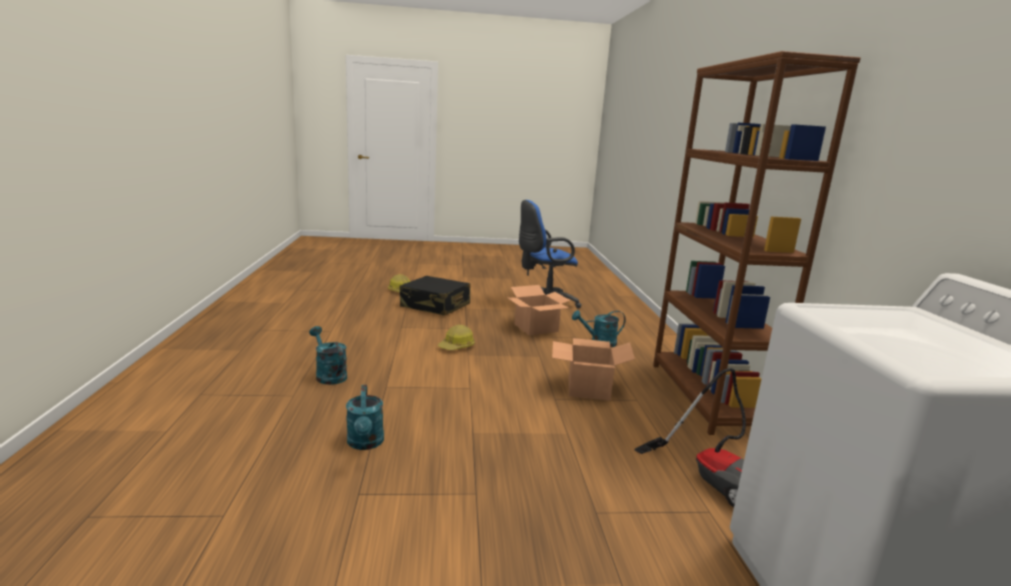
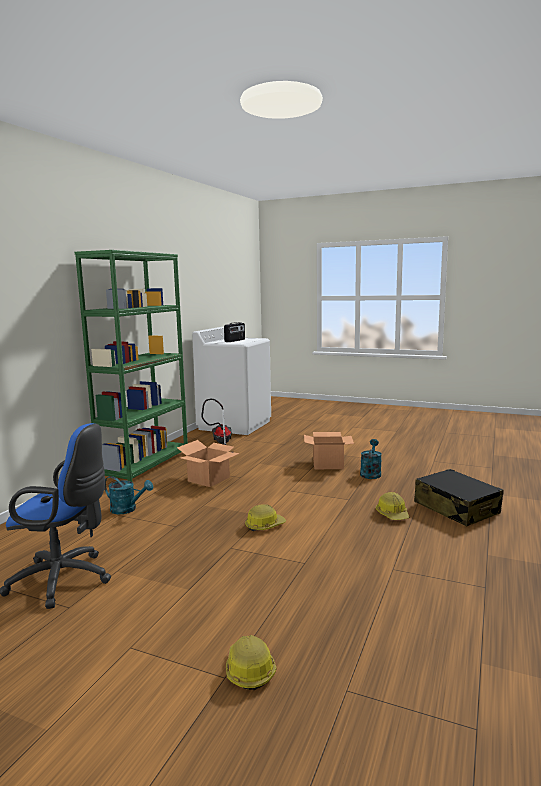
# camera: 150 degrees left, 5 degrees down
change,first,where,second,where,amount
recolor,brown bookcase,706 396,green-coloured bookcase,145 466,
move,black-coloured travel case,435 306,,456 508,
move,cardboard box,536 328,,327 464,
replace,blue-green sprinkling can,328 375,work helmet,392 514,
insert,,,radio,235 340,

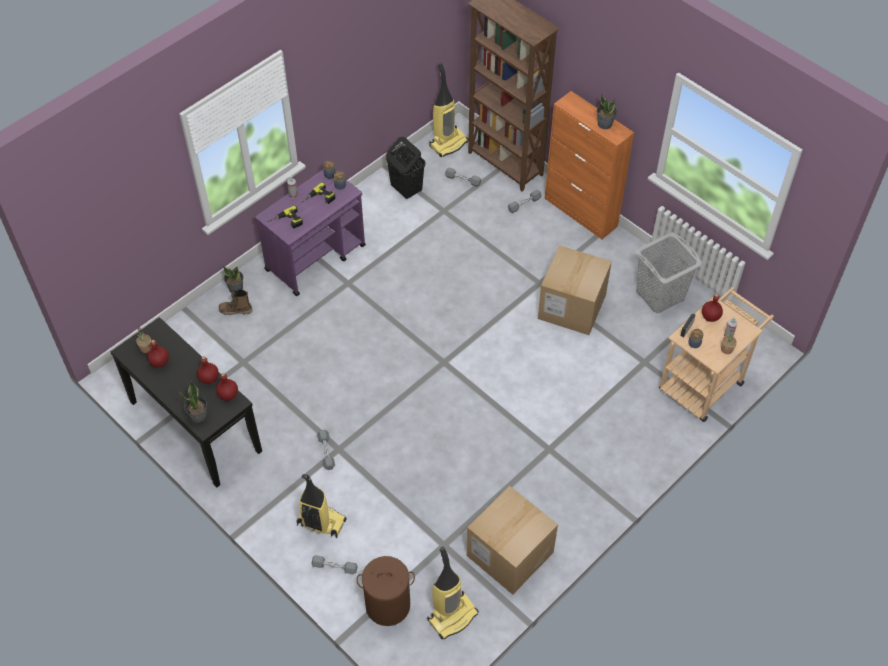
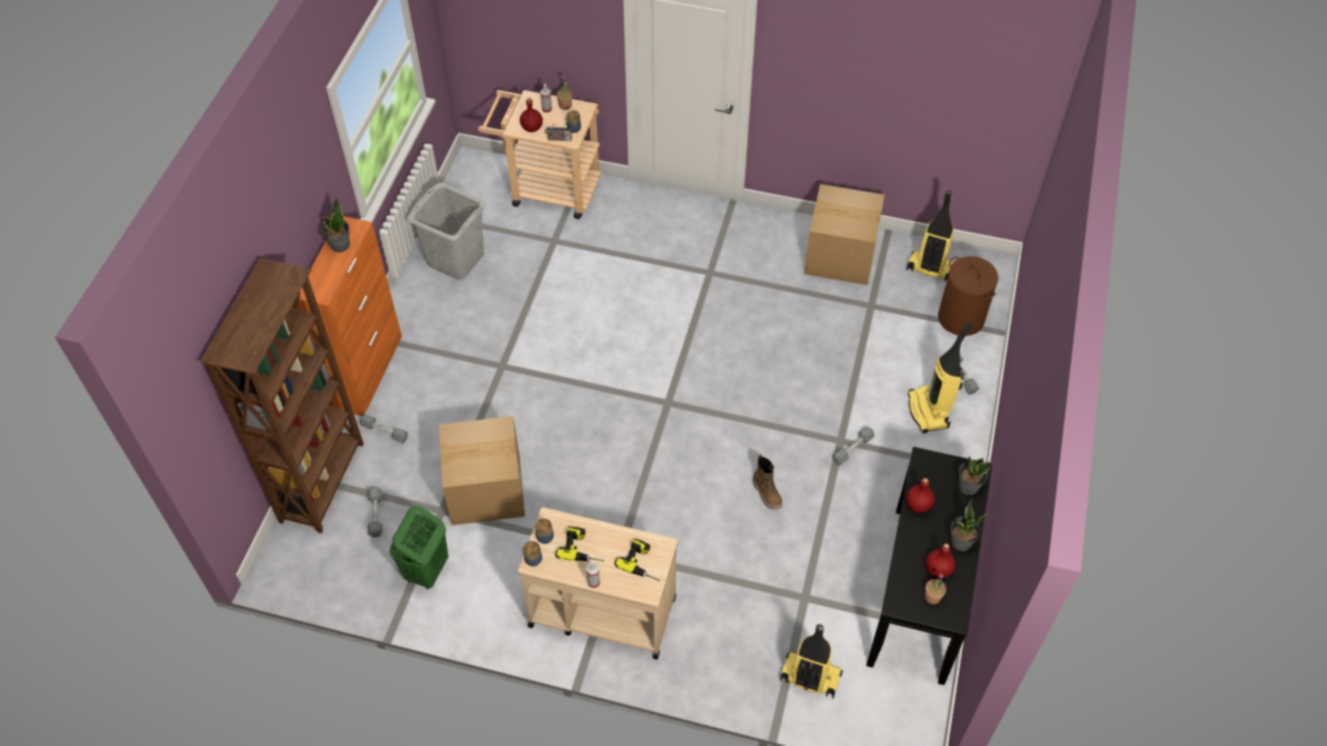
# camera: 120 degrees left, 0 degrees up
change,first,where,second,where,amount
move,vacuum cleaner,448 143,,809 677,
recolor,black-coloured laundry basket,406 189,green-coloured laundry basket,426 571,
recolor,purplish cart,316 257,sand-coloured cart,601 611,
move,cardboard box,571 306,,486 489,
move,potted plant,235 288,,960 542,
move,boot,236 311,,767 493,
delete,red beverage bottle,228 395,,,

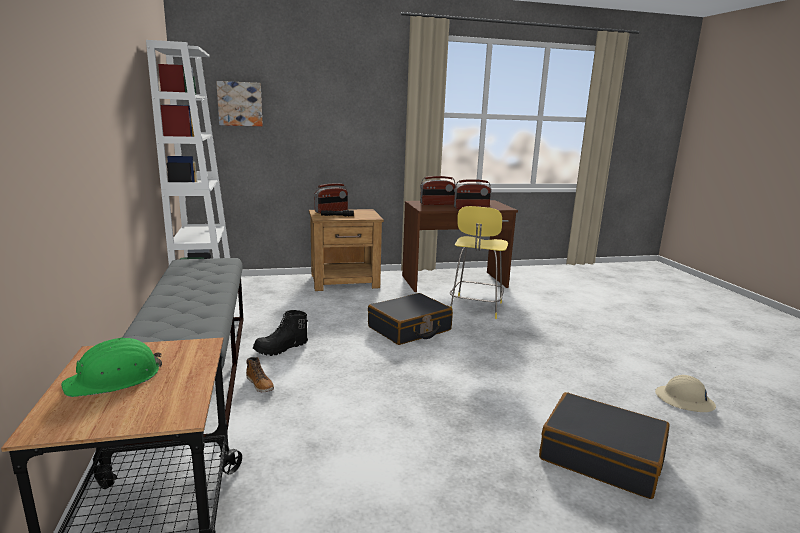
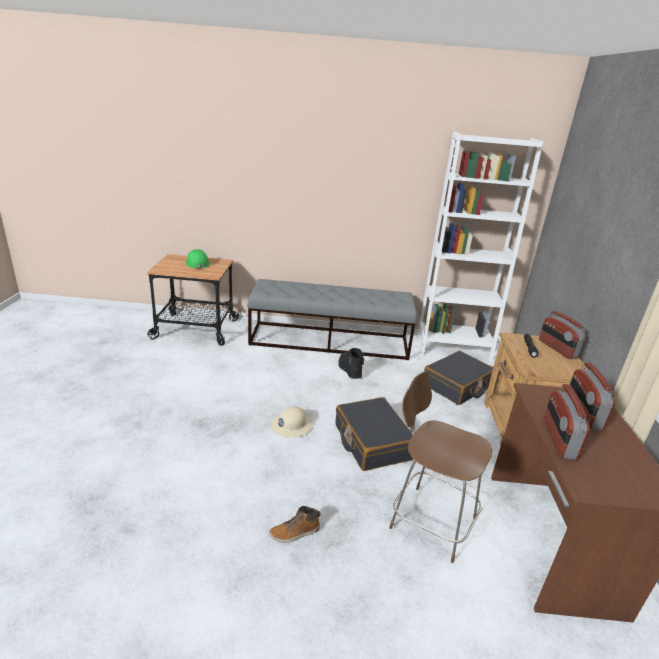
# camera: 105 degrees right, 10 degrees up
change,first,where,second,where,amount
delete,wall art,240 104,,,
recolor,yellow-coloured stool,475 308,brown stool,429 521,
move,boot,260 384,,294 533,
move,sand-coloured work helmet,684 400,,291 425,
move,black-coloured travel case,601 456,,457 386,

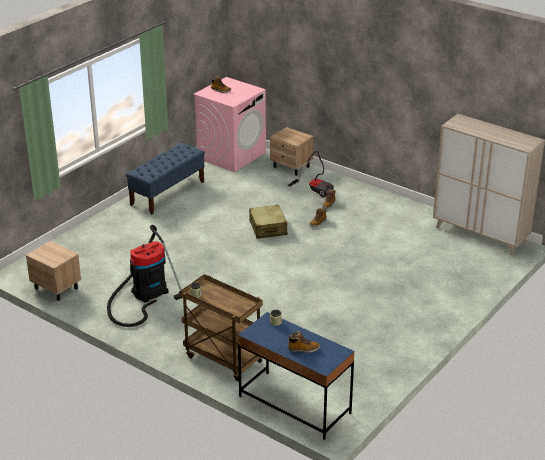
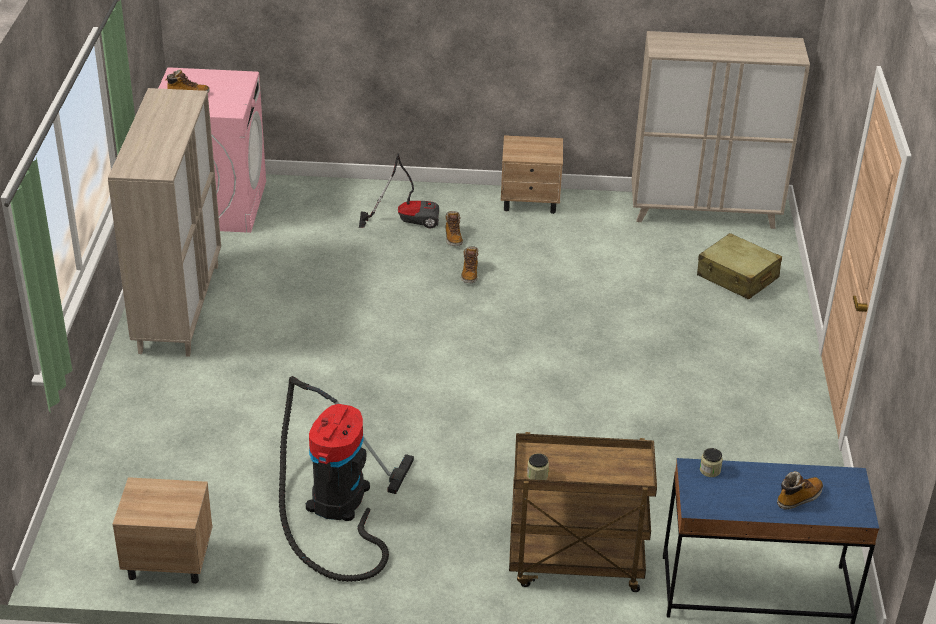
# camera: 35 degrees left, 5 degrees up
change,first,where,second,where,amount
move,sand-coloured bedside table,291 167,,531 201,
replace,bluish indoor bench,167 193,sand-coloured storage cabinet,179 307,
move,sand-coloured travel case,268 228,,737 277,

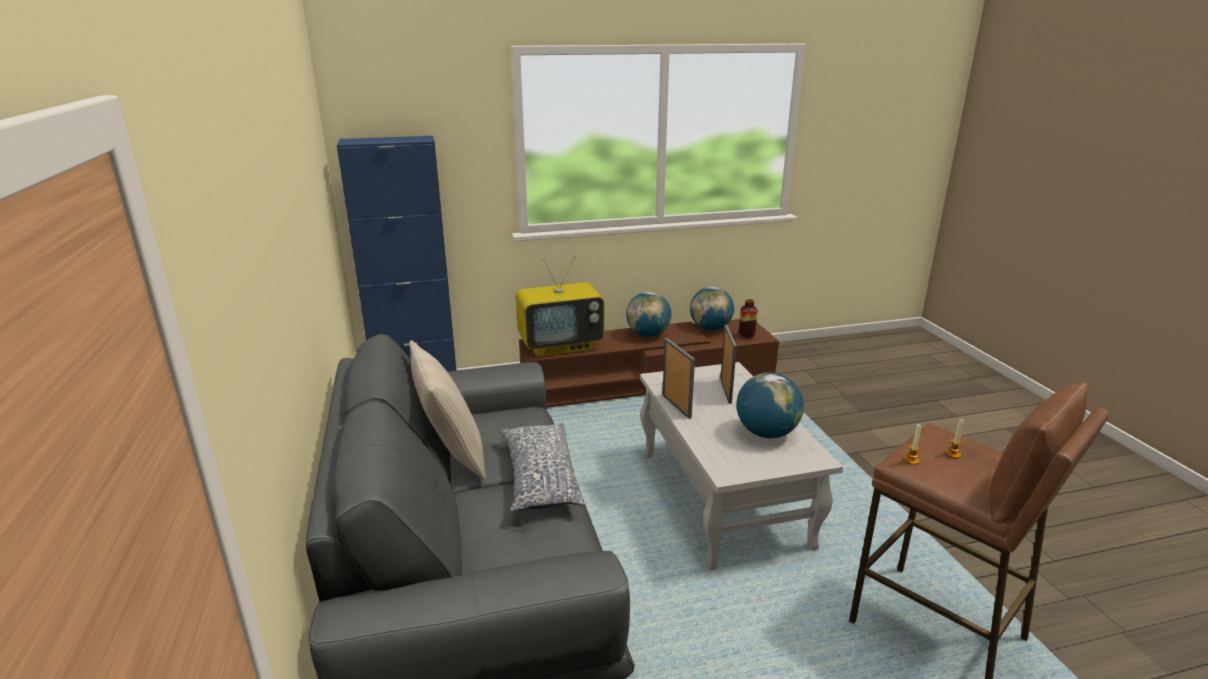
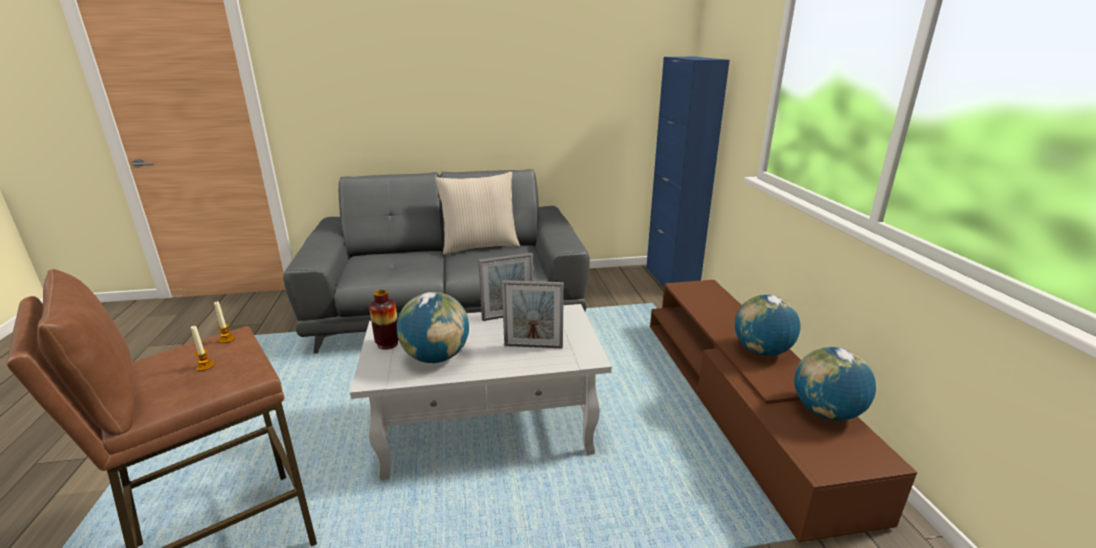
# camera: 95 degrees right, 0 degrees up
change,first,where,second,where,amount
delete,TV set,561 345,,,
move,decorative vase,746 336,,388 344,
delete,cushion,540 478,,,

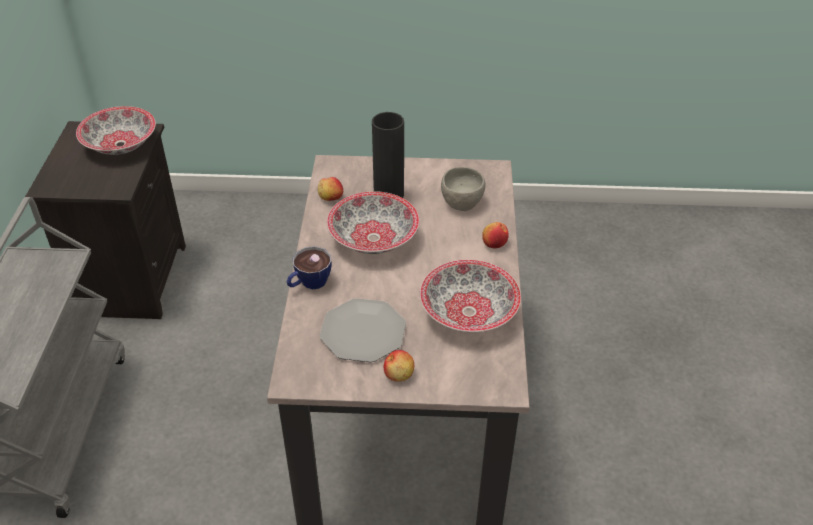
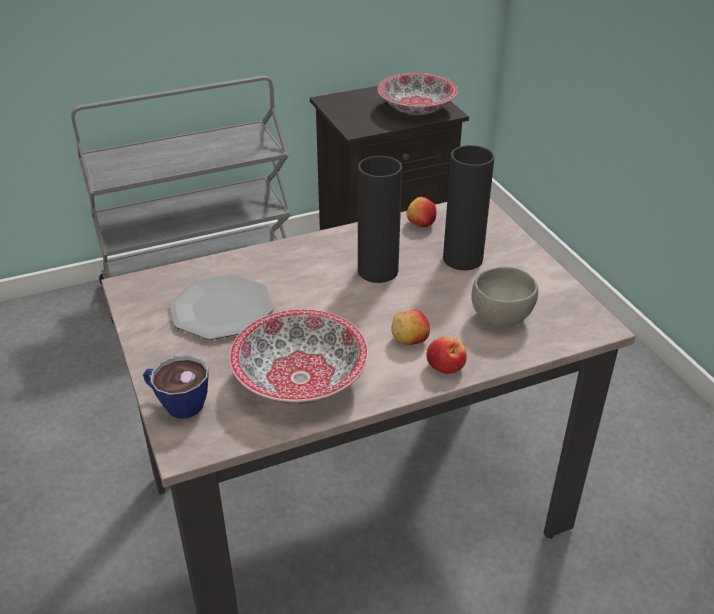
# camera: 65 degrees right, 5 degrees down
change,first,where,second,where,amount
replace,serving bowl,373 238,black-coloured decorative vase,378 271,
move,small cup,308 284,,177 403,
move,whole apple,399 374,,409 340,

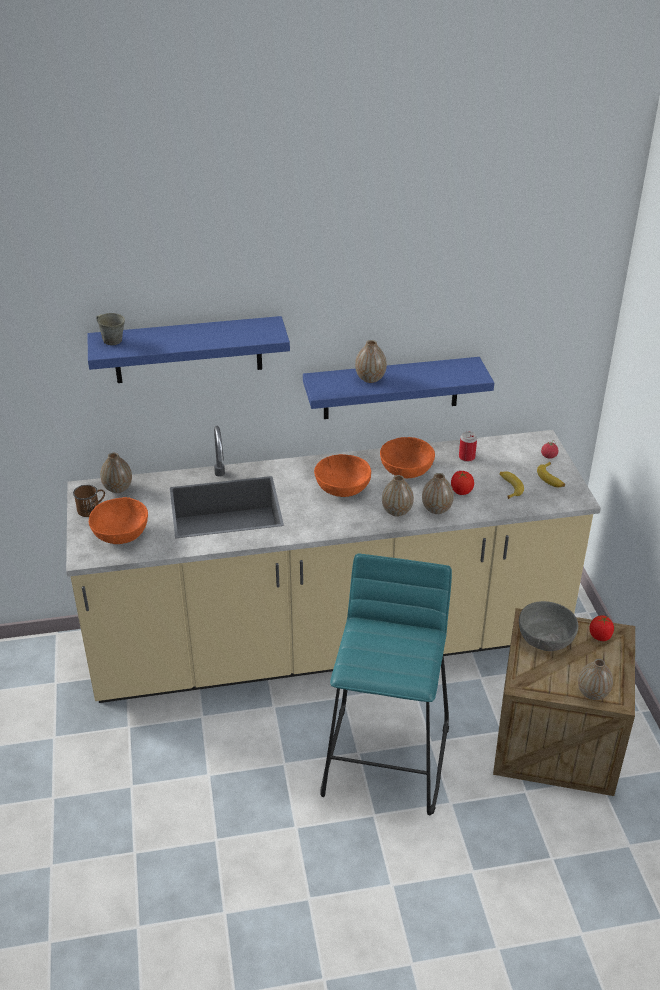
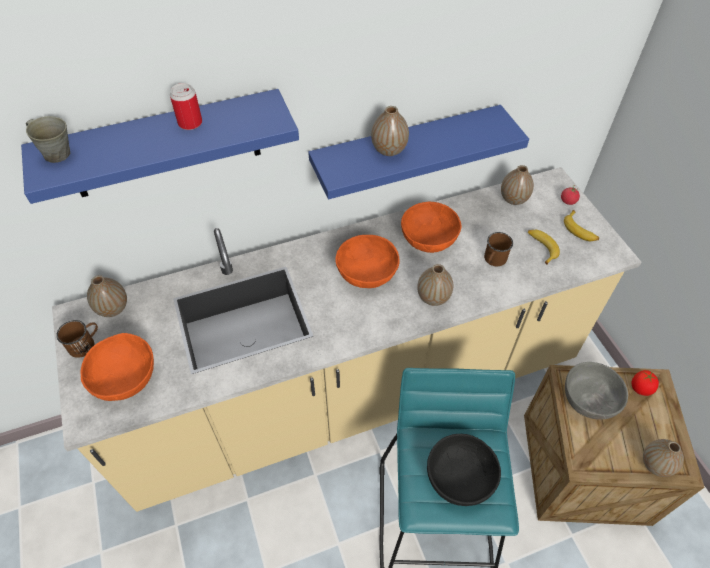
# camera: 10 degrees left, 15 degrees up
change,first,where,second,where,amount
move,metal can,466 457,,190 123,
replace,fresh tomato,461 491,brown tea mug,493 260,
move,decorative vase,436 509,,513 199,
insert,,,black-coloured serving bowl,459 477,

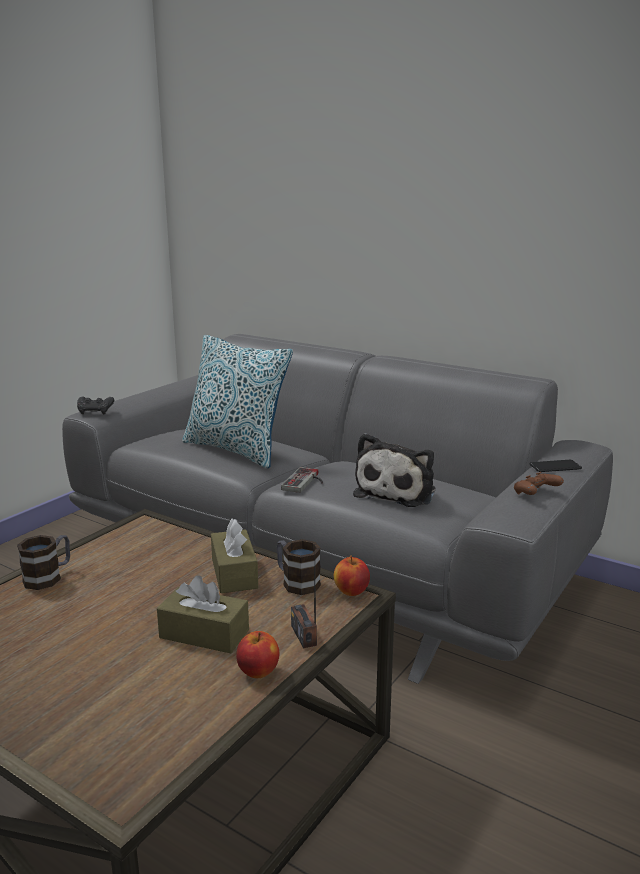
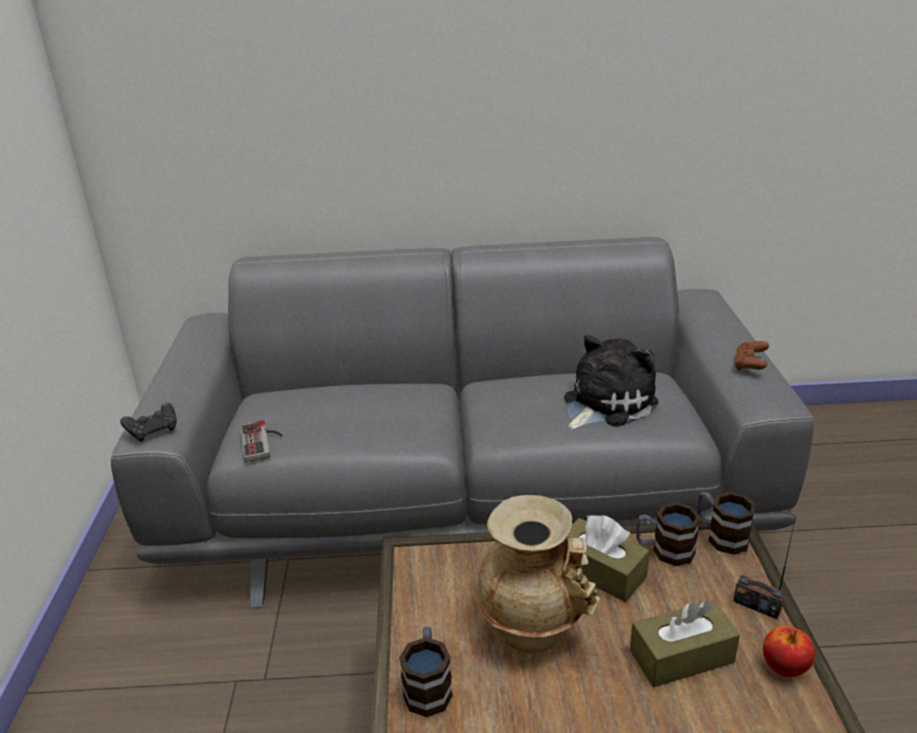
# camera: 35 degrees left, 10 degrees up
change,first,where,second,where,amount
delete,cushion,236 450,,,
rotate,plush toy,398 491,,605 404,120 degrees counterclockwise
delete,telephone,555 467,,,
move,gamepad,306 482,,263 441,
replace,whole apple,351 591,tea mug,720 536,
insert,,,sand-coloured decorative vase,532 629,

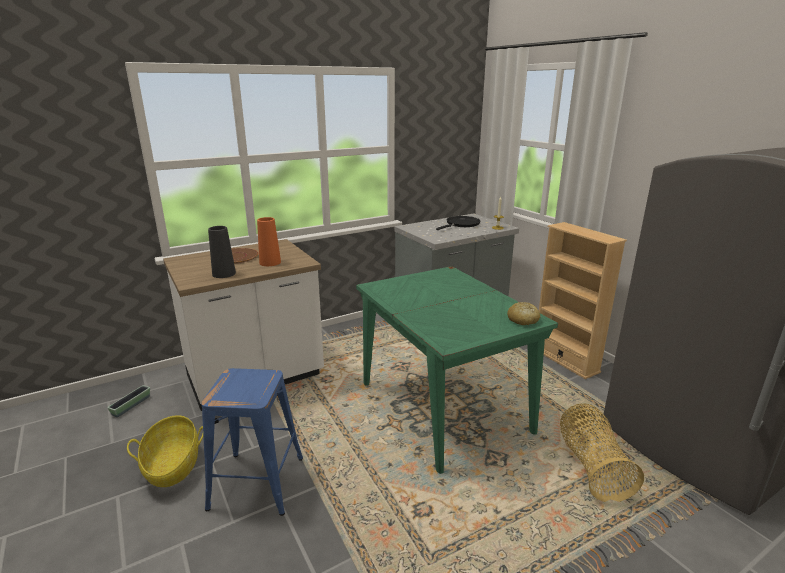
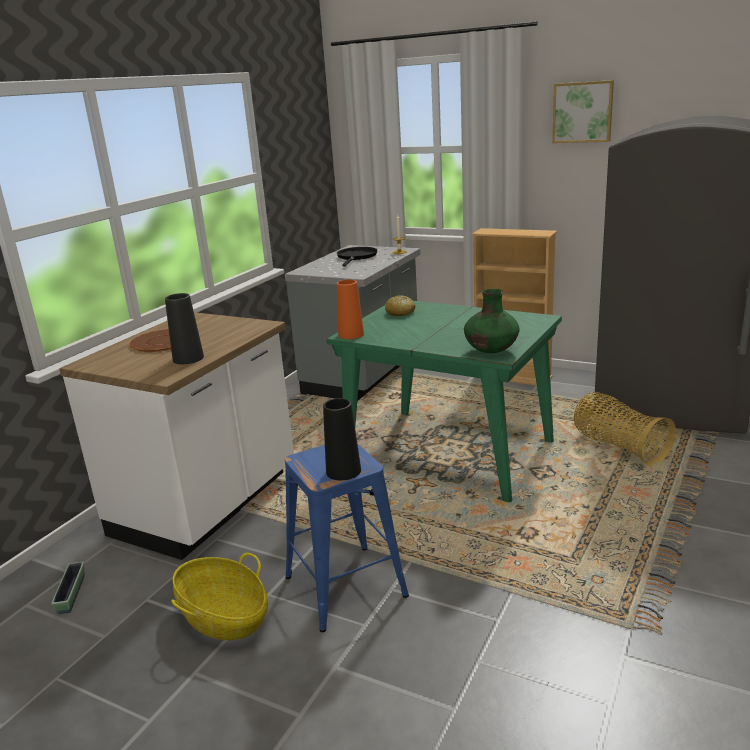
# camera: 30 degrees left, 0 degrees up
change,first,where,second,where,amount
move,orangey decorative vase,270 262,,351 335,
move,bakery bread,522 320,,400 313,
insert,,,wall art,582 112,
insert,,,green-coloured decorative vase,491 351,
insert,,,black-coloured decorative vase,343 471,

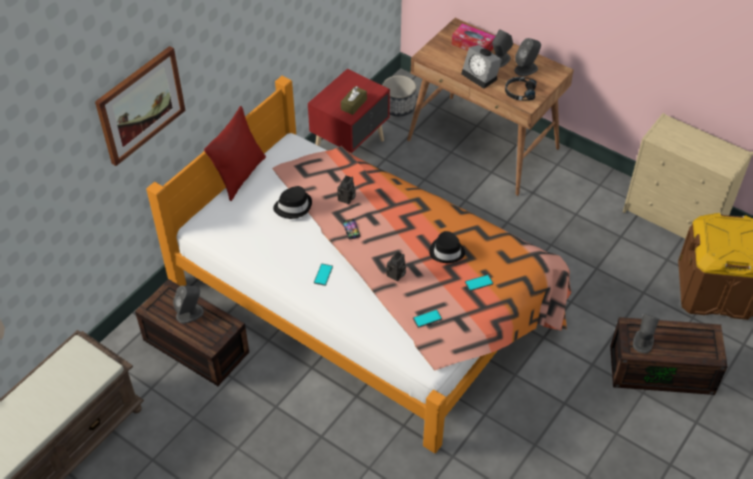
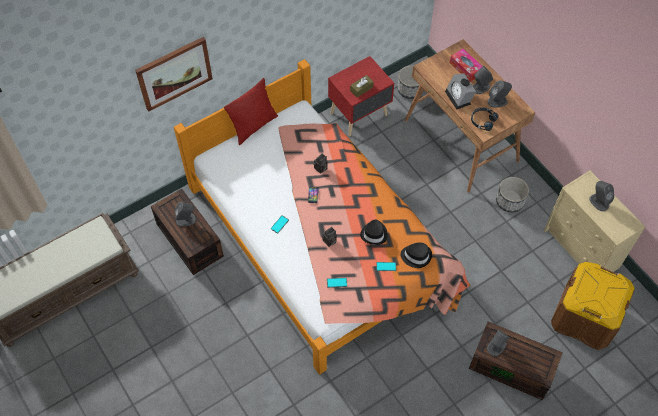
# camera: 20 degrees right, 10 degrees up
change,first,where,second,where,amount
move,black-coloured wearable hat,293 206,,416 256,
insert,,,flower pot,510 201,
insert,,,gray loudspeaker,599 202,

